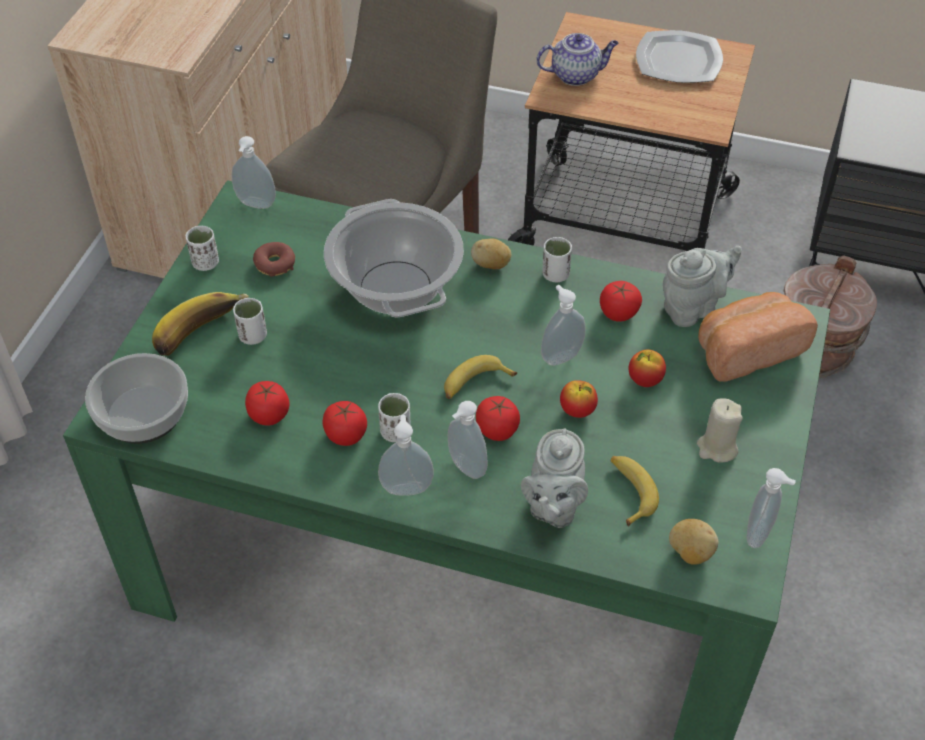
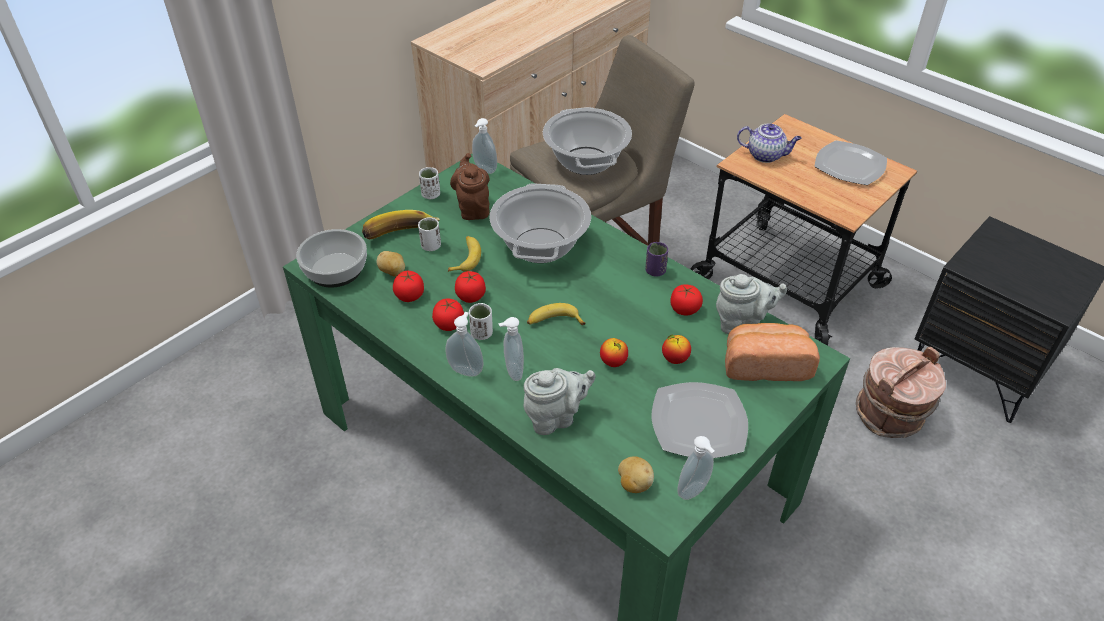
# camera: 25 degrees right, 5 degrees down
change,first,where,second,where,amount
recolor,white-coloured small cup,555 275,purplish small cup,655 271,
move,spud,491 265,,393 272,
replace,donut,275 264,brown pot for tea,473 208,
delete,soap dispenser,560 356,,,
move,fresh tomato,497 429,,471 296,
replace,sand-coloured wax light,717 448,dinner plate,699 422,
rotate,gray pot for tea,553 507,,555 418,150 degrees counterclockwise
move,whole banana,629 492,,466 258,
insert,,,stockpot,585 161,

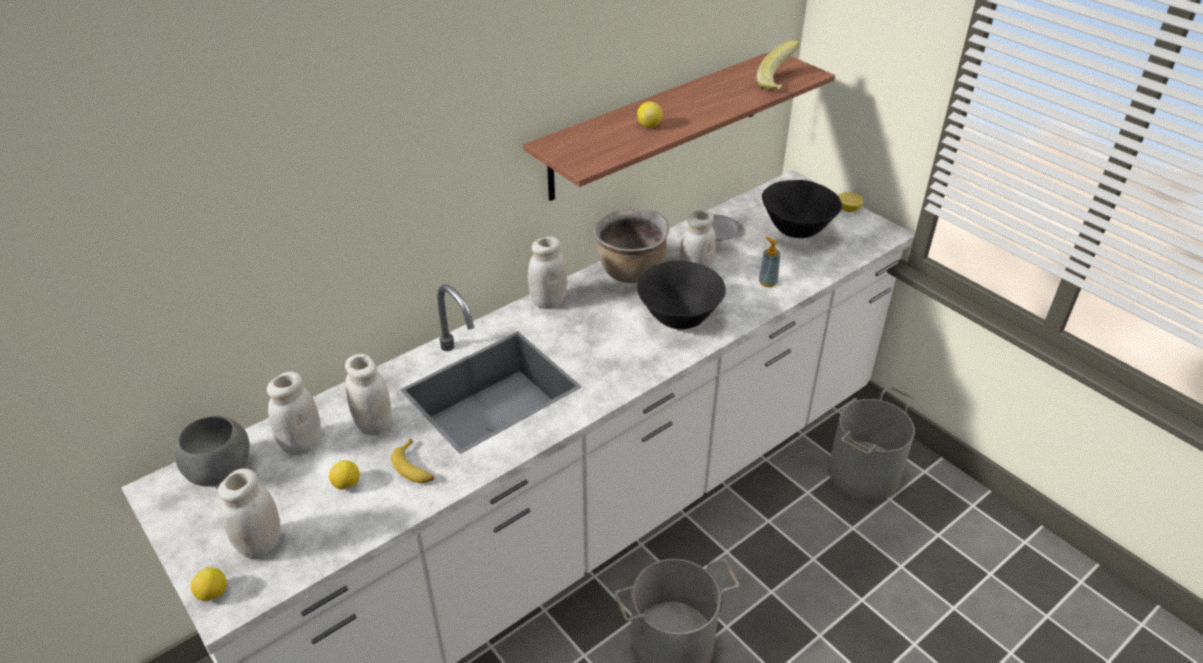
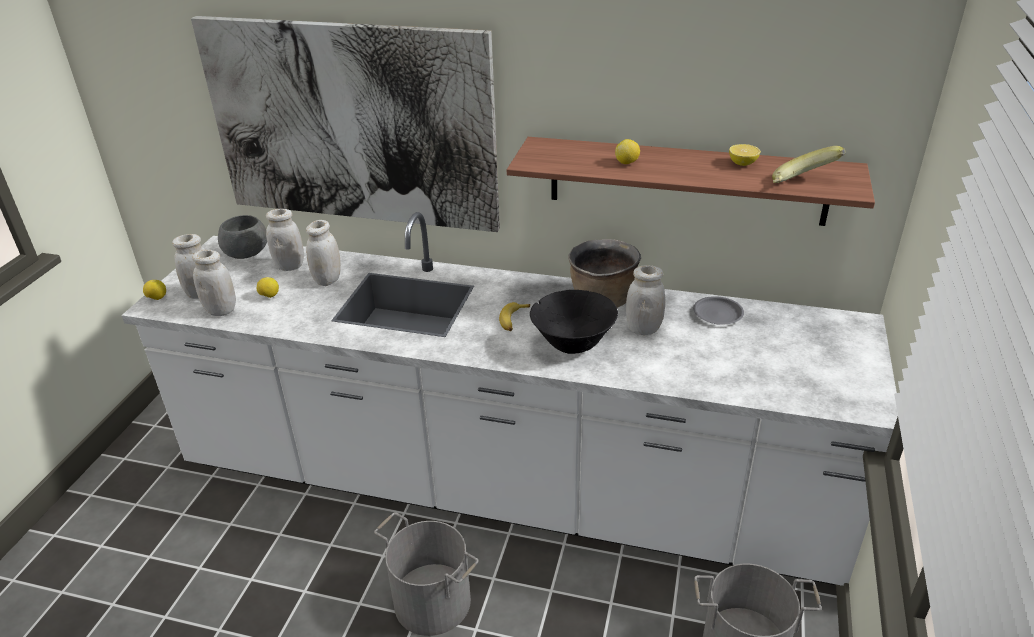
# camera: 55 degrees right, 5 degrees down
change,first,where,second,where,amount
delete,black-coloured serving bowl,796 232,,,
move,whole lemon,848 209,,742 163,
move,white-coloured storage jar,548 301,,221 310,
delete,soap dispenser,767 282,,,
move,whole banana,415 467,,513 320,
insert,,,wall art,352 125,

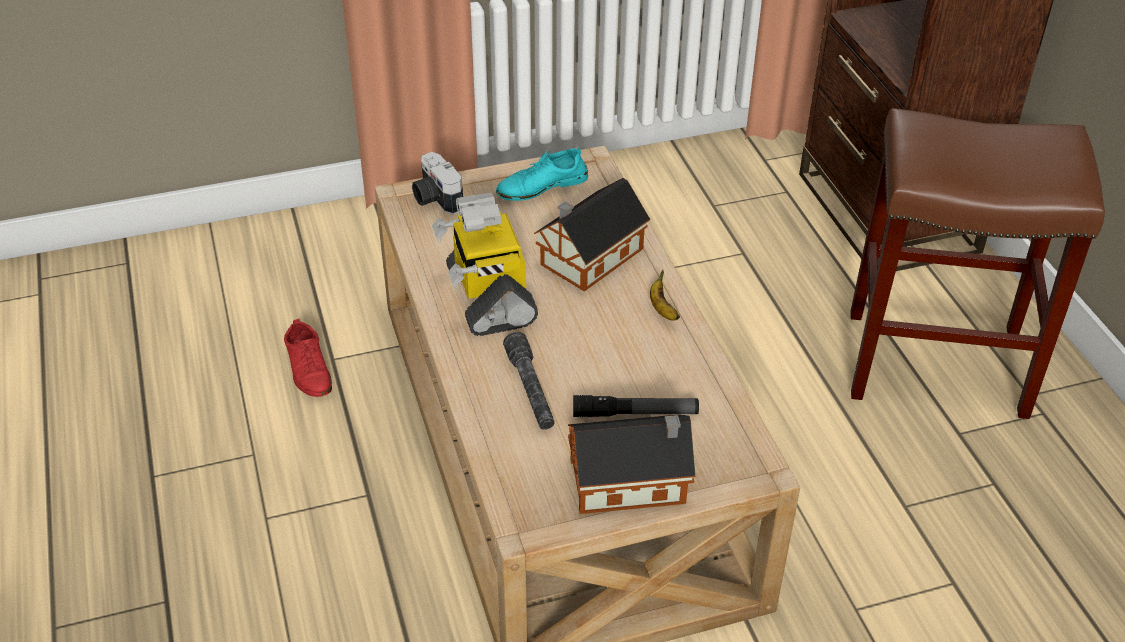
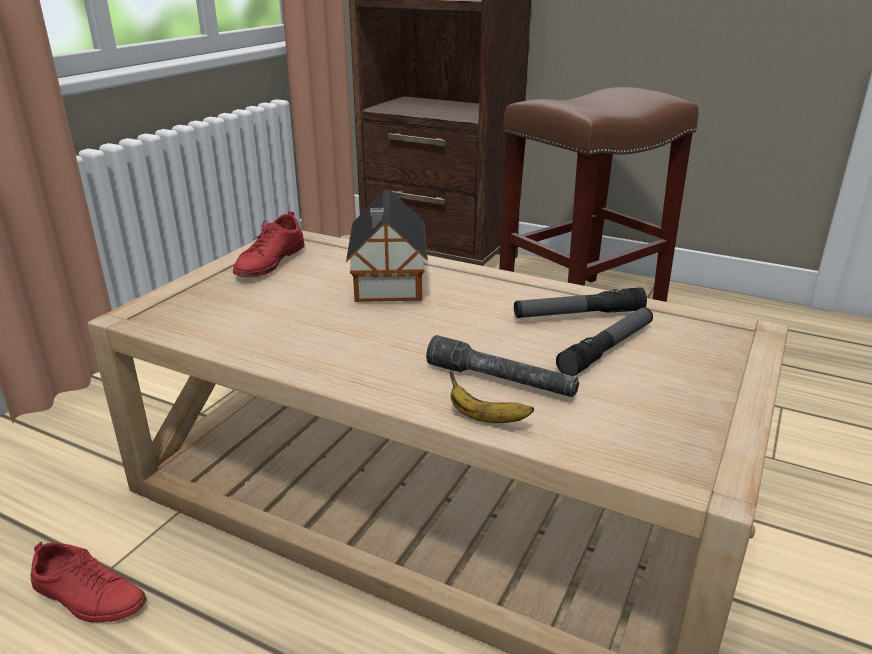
# camera: 45 degrees left, 15 degrees down
change,first,where,second,where,amount
recolor,blue-green item of footwear,542 186,red item of footwear,270 261,
delete,photo camera,435 199,,,
delete,toy robot,488 297,,,
move,whole banana,662 309,,485 418,
delete,miniature house,633 482,,,
insert,,,flashlight,578 314,

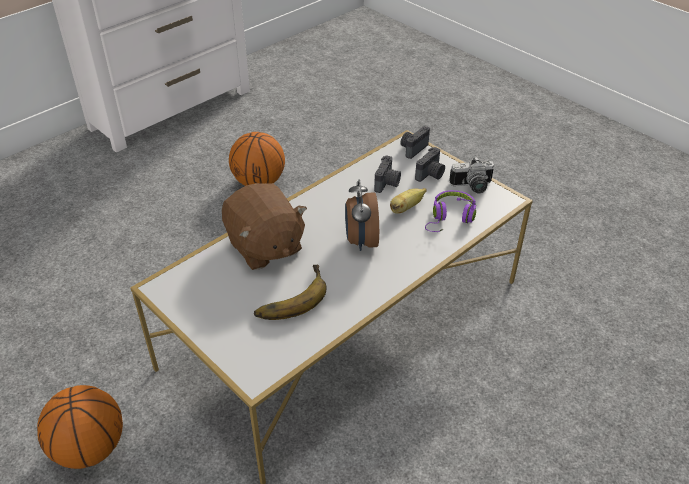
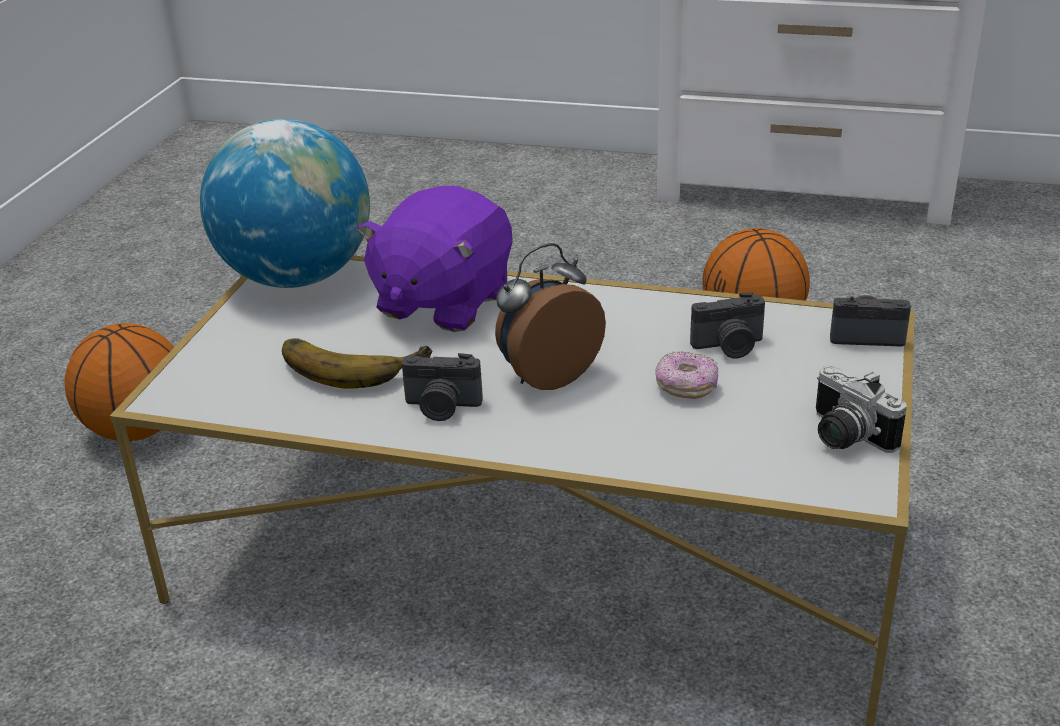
# camera: 60 degrees right, 10 degrees down
change,first,where,second,where,amount
move,photo camera,431 174,,442 407,
recolor,brown plush toy,264 247,purplish plush toy,442 302,
replace,whole banana,406 208,donut,686 387,
delete,purplish pair of headphones,450 218,,,
insert,,,world globe,296 277,

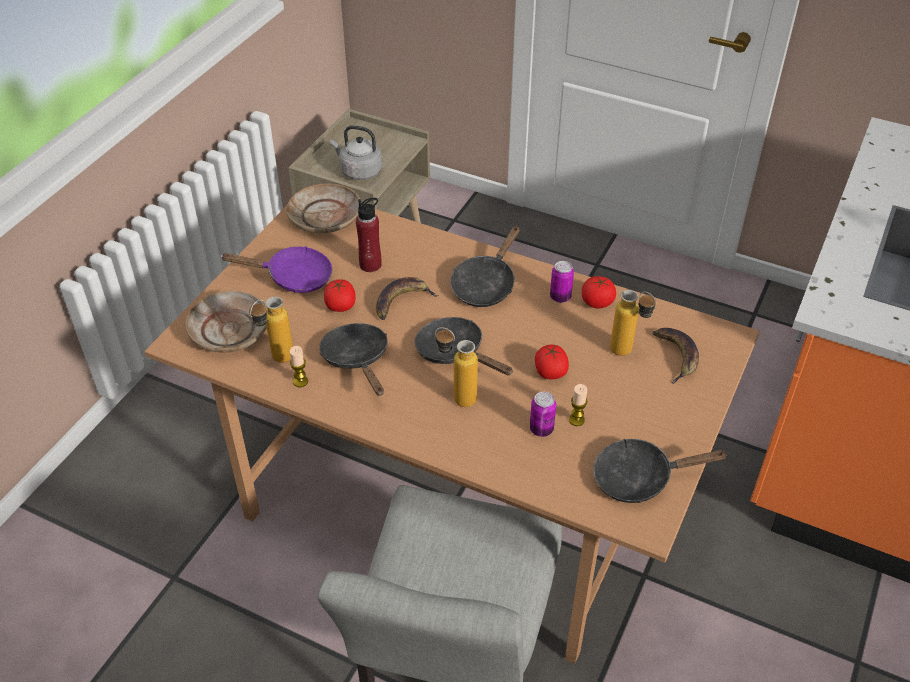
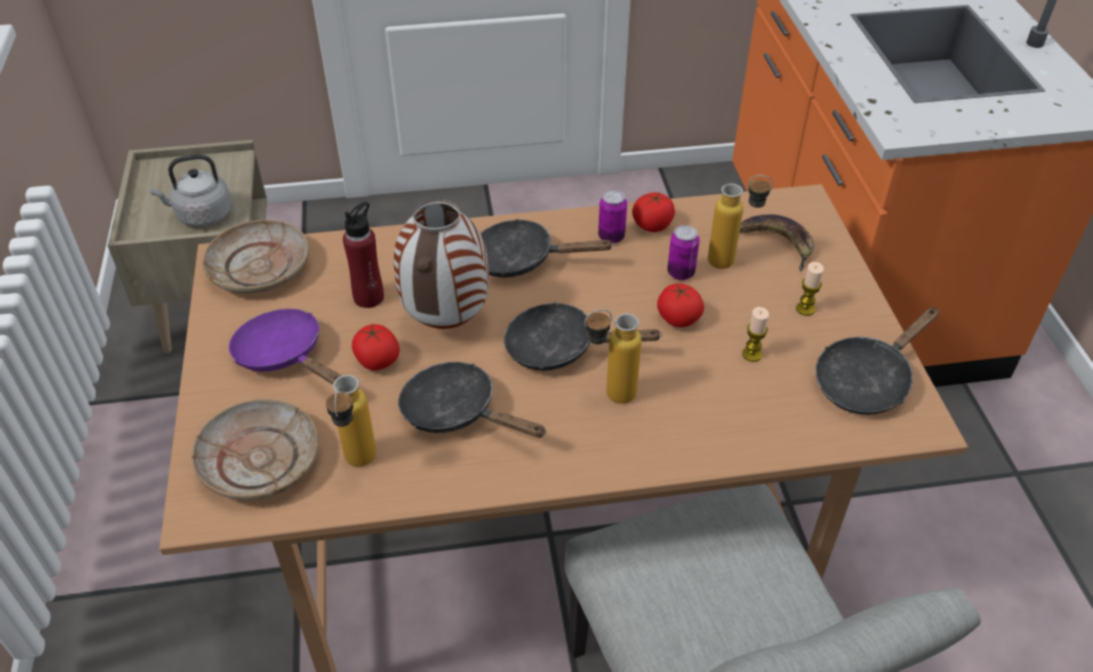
# camera: 35 degrees left, 0 degrees up
change,first,where,second,where,amount
rotate,black-coloured frying pan,485 284,,521 259,105 degrees clockwise
rotate,purplish frying pan,293 277,,285 355,105 degrees counterclockwise
replace,whole banana,402 301,decorative vase,445 321,
move,wax light,300 381,,805 309,
move,metal can,541 429,,680 273,

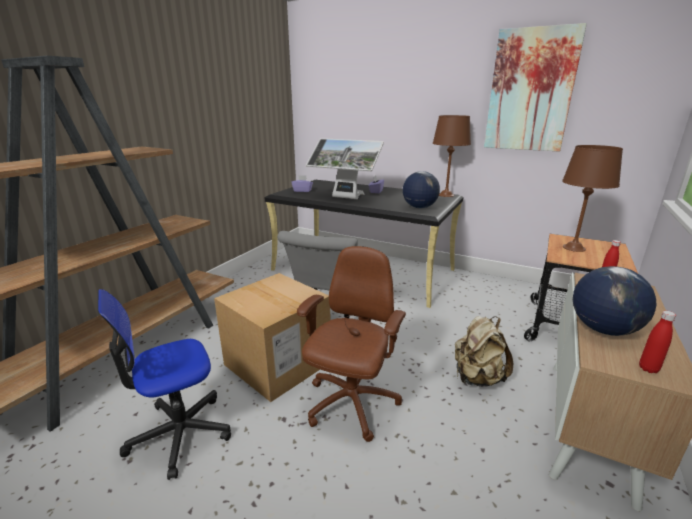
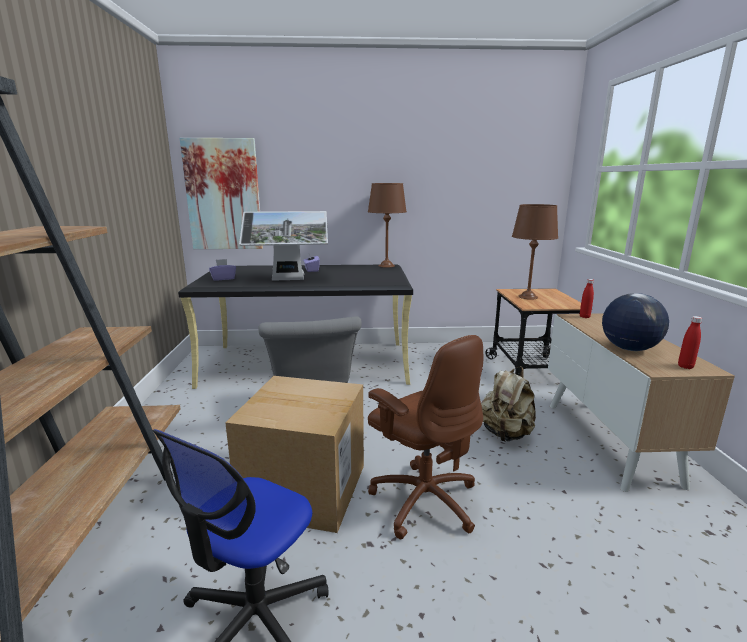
# camera: 30 degrees left, 5 degrees down
change,first,where,second,where,amount
move,wall art,530 91,,223 195,
delete,world globe,419 207,,,
rotate,brown office chair,351 405,,424 500,150 degrees clockwise

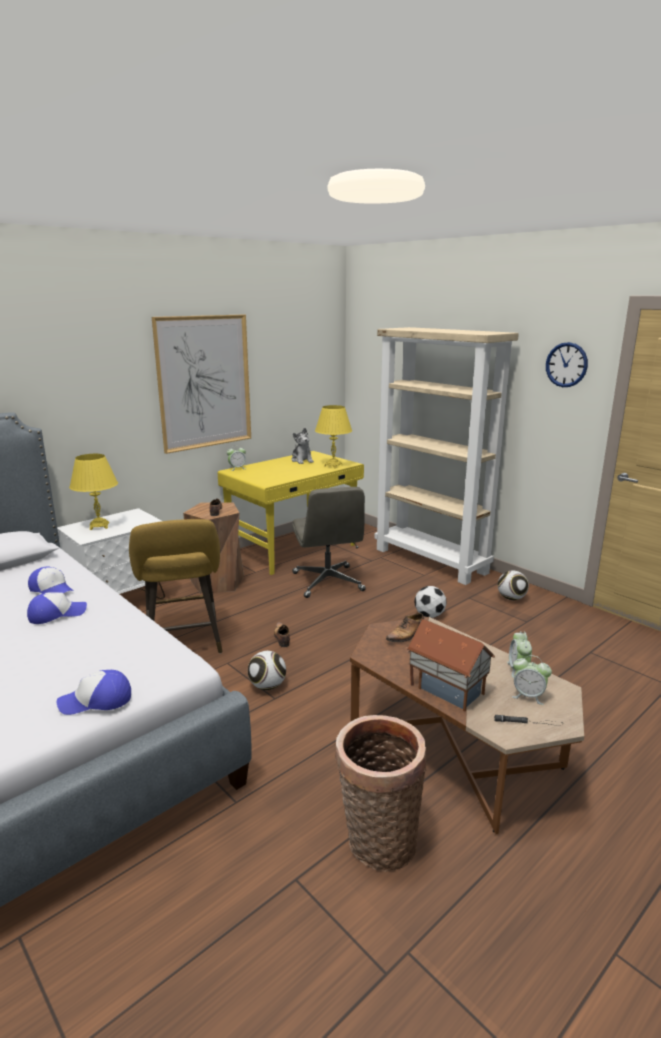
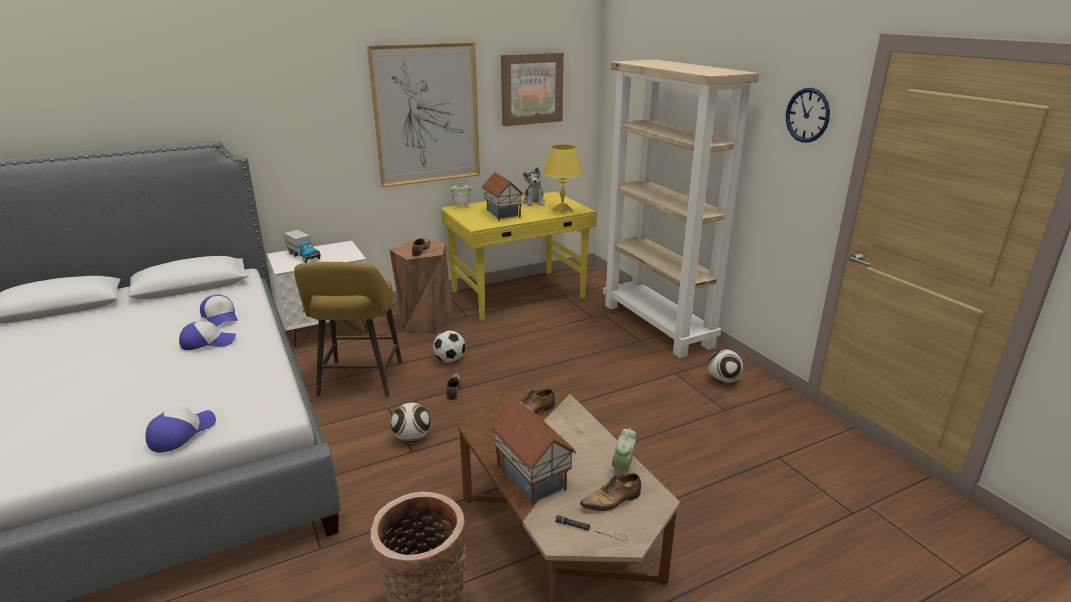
# camera: 15 degrees right, 5 degrees up
change,first,where,second,where,amount
replace,yellow-coloured table lamp,99 526,model truck,304 256,
delete,gray office chair,328 582,,,
move,football ball,429 615,,450 360,
replace,table clock,528 696,item of footwear,612 500,
rotate,cap,96 701,,181 433,120 degrees clockwise
insert,,,wall art,531 89,
insert,,,miniature house,502 214,

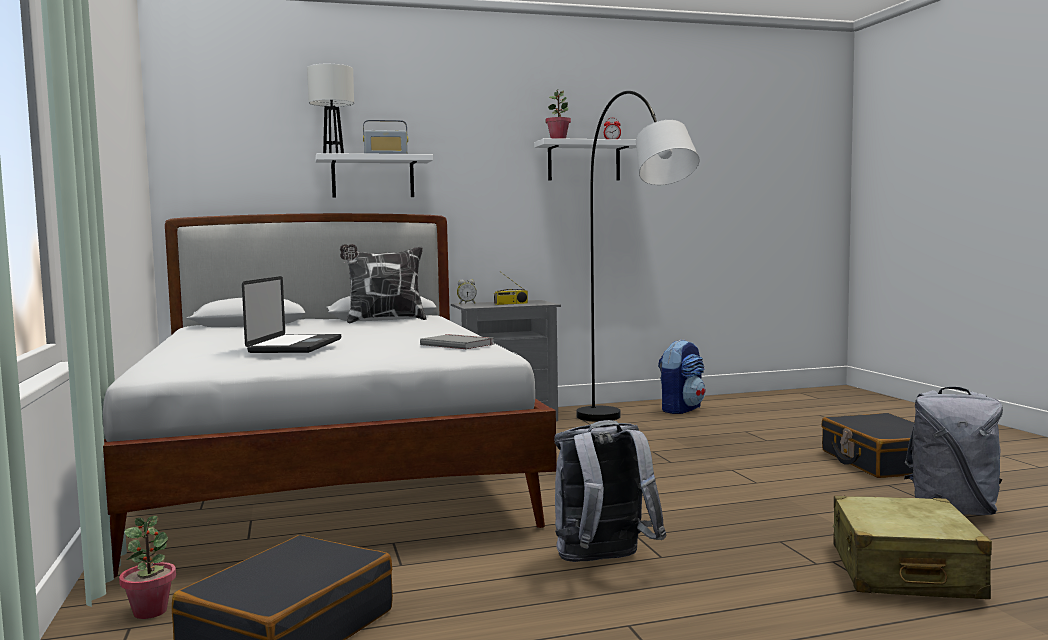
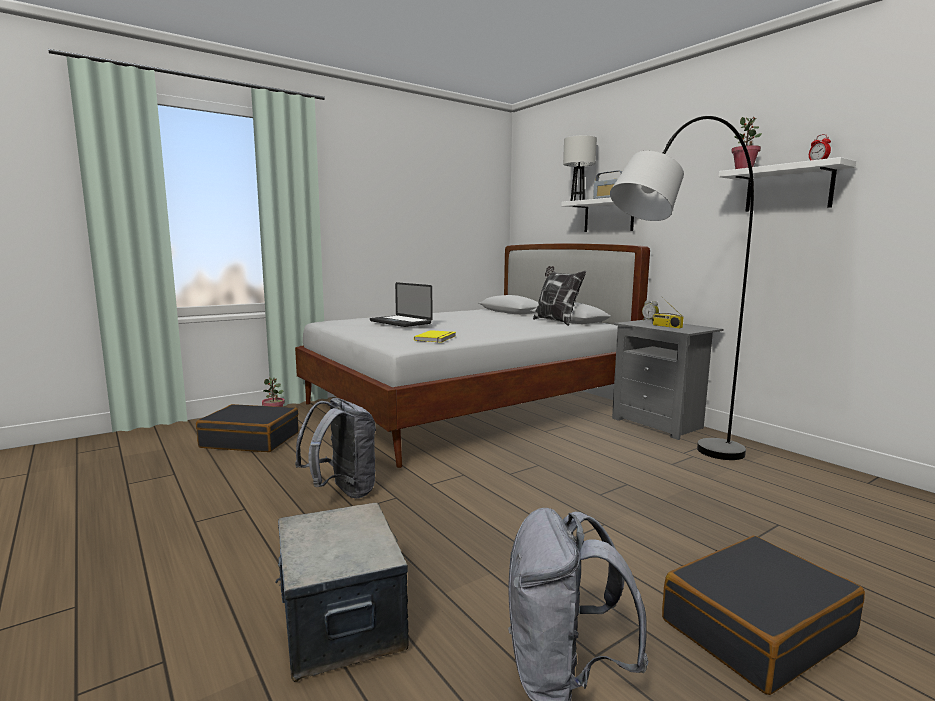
# camera: 70 degrees right, 5 degrees up
change,first,where,second,where,amount
rotate,laptop,296 346,,400 322,60 degrees clockwise
recolor,gray book,458 344,yellow-coloured book,437 338,
delete,knapsack,681 409,,,
replace,sand-coloured travel case,904 572,storage box,340 621,

